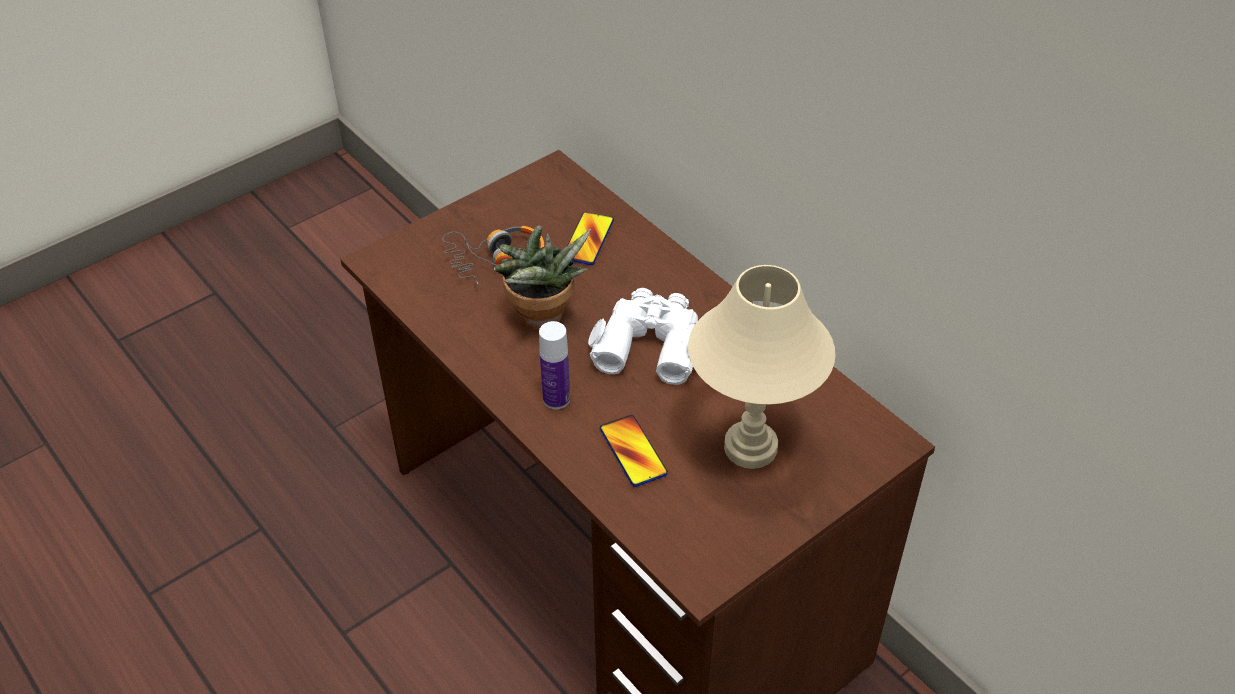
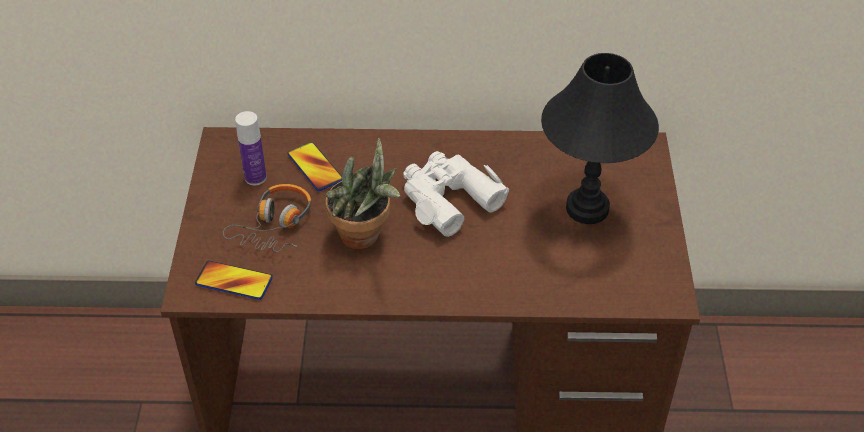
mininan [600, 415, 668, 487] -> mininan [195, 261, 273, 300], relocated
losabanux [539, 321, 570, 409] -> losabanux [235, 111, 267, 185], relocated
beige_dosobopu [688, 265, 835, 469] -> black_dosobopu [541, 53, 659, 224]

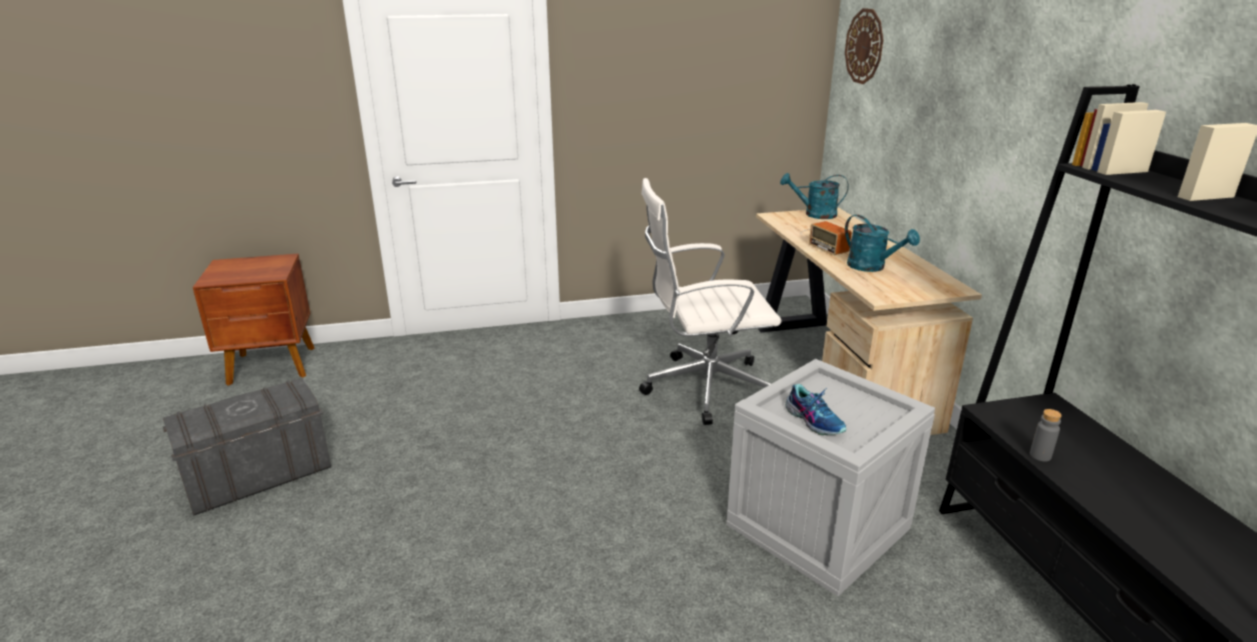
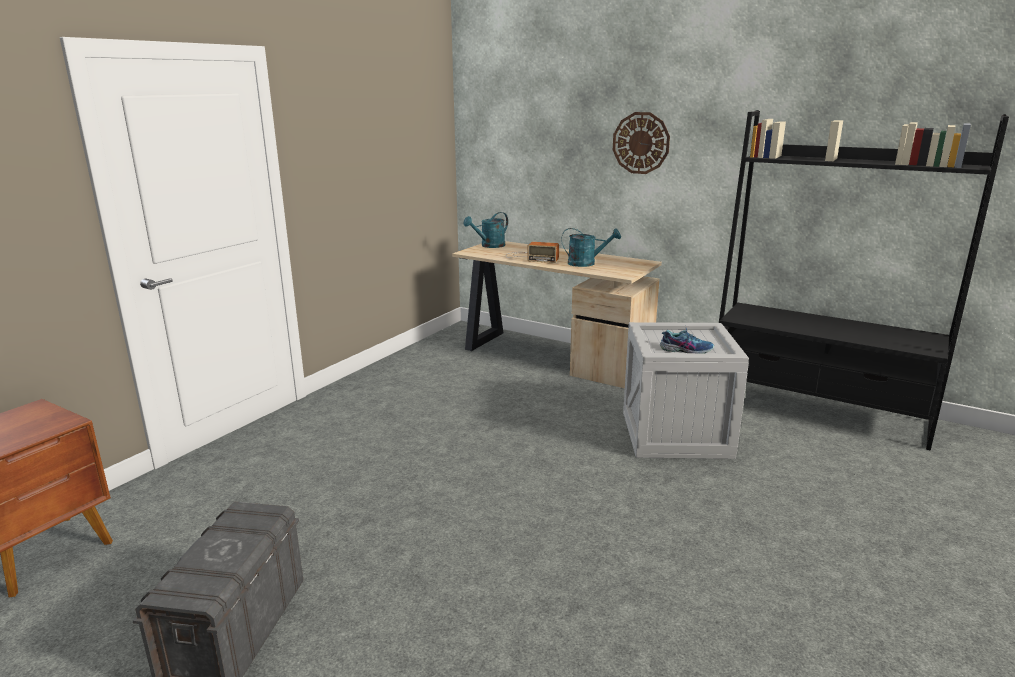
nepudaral [845, 8, 883, 84] -> nepudaral [613, 112, 670, 174], relocated
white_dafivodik [639, 178, 782, 425] -> none
grey_losabanux [1030, 409, 1062, 461] -> none

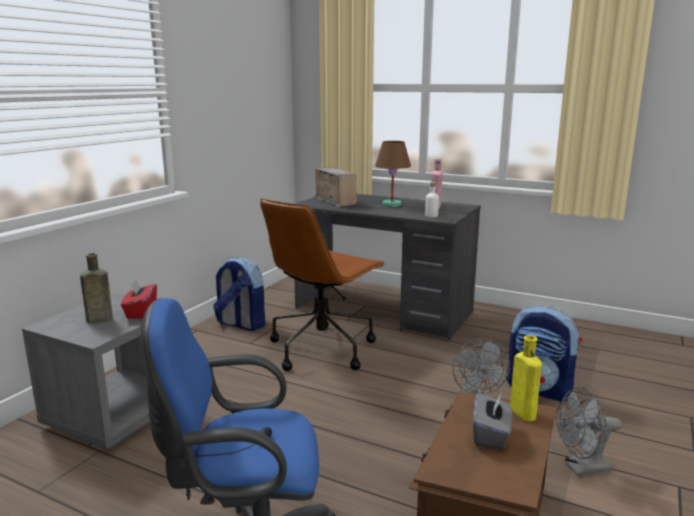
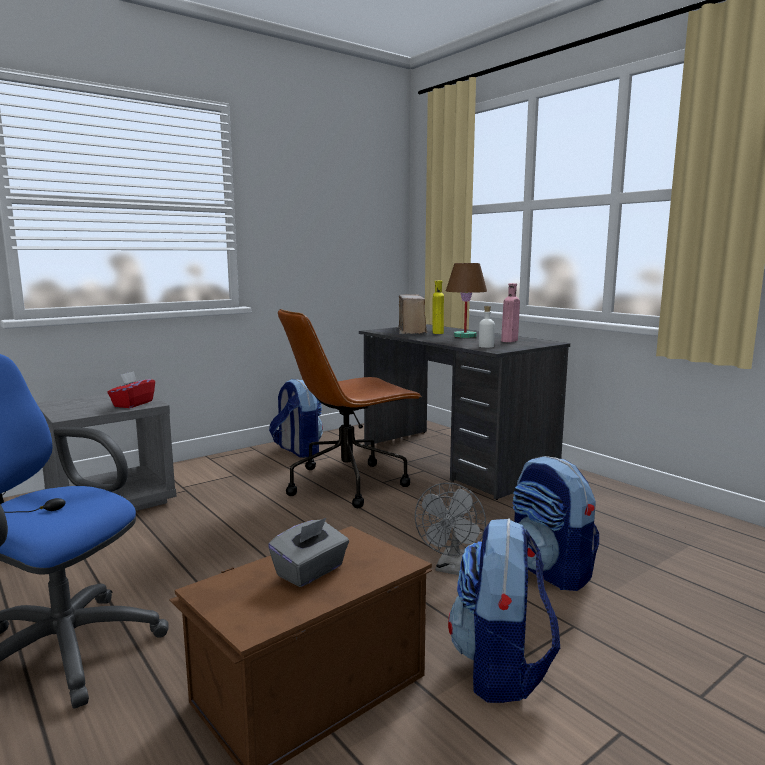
yellow_losabanux [510, 335, 542, 421] -> yellow_losabanux [432, 281, 444, 334], relocated
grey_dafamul [556, 387, 622, 476] -> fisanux [448, 518, 560, 703]
brown_losabanux [80, 253, 113, 323] -> none

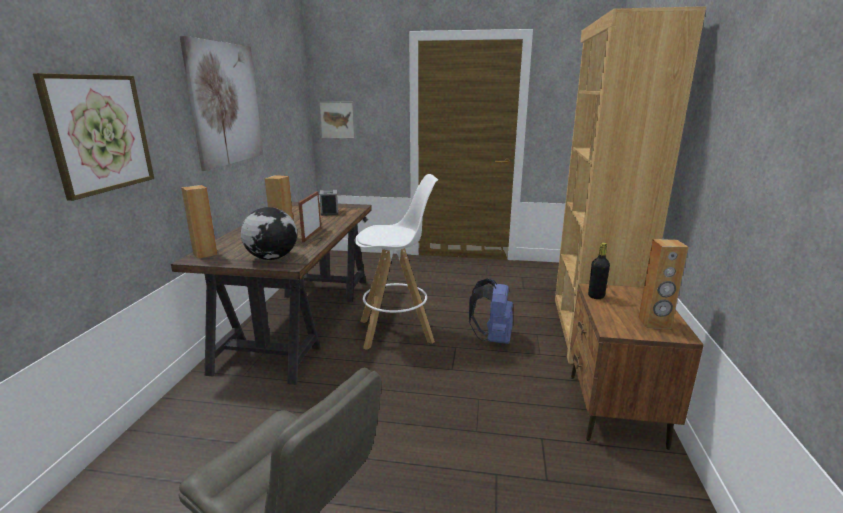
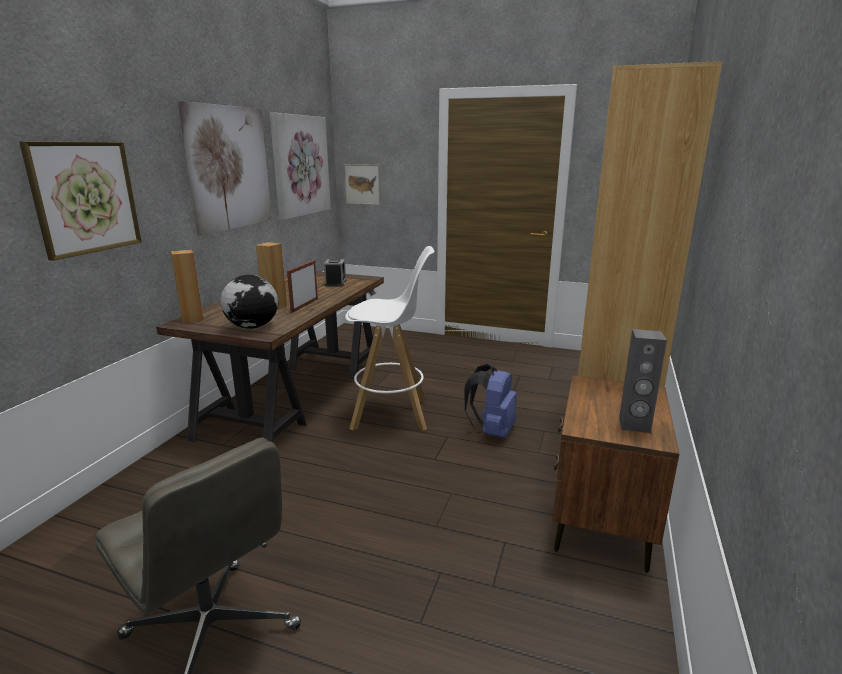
none -> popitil [270, 112, 331, 220]
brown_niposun [638, 239, 688, 329] -> grey_niposun [619, 329, 667, 433]
black_losabanux [588, 242, 610, 299] -> none

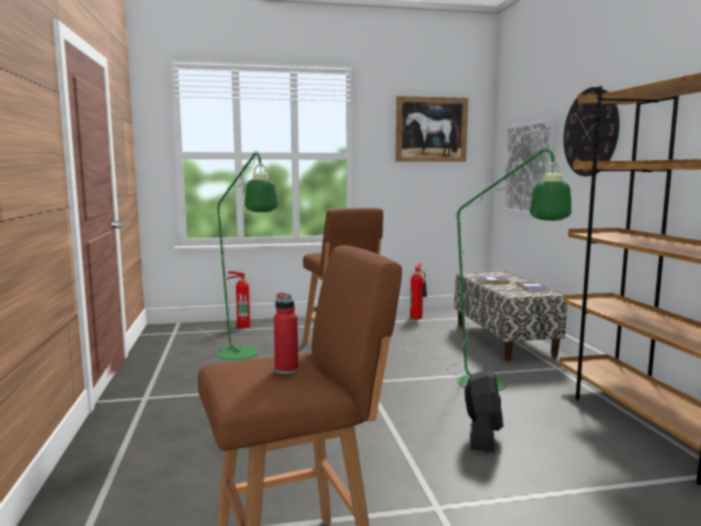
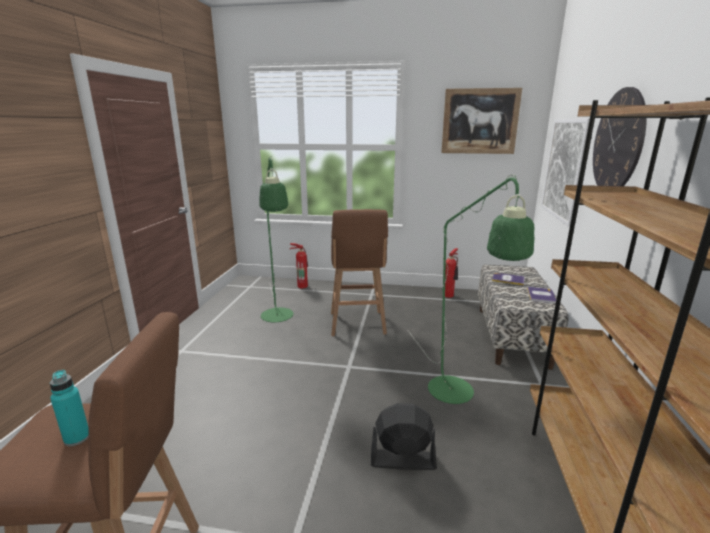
red_losabanux [274, 292, 298, 374] -> turquoise_losabanux [50, 370, 89, 446]
black_dafamul [464, 369, 503, 452] -> black_dafamul [371, 403, 437, 470], 120 degrees counterclockwise

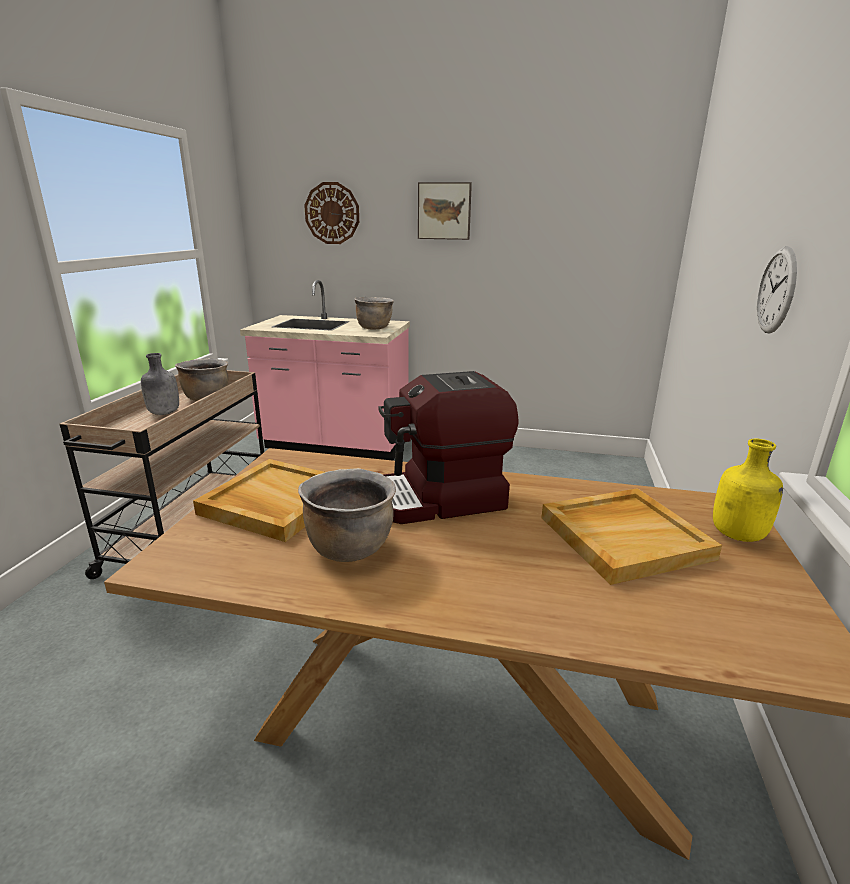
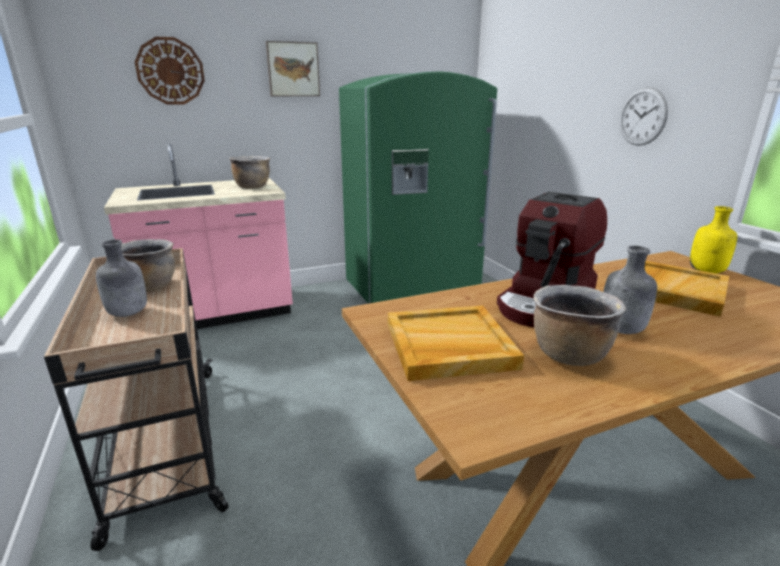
none -> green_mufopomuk [339, 71, 497, 304]
none -> grey_losabanux [603, 246, 657, 334]

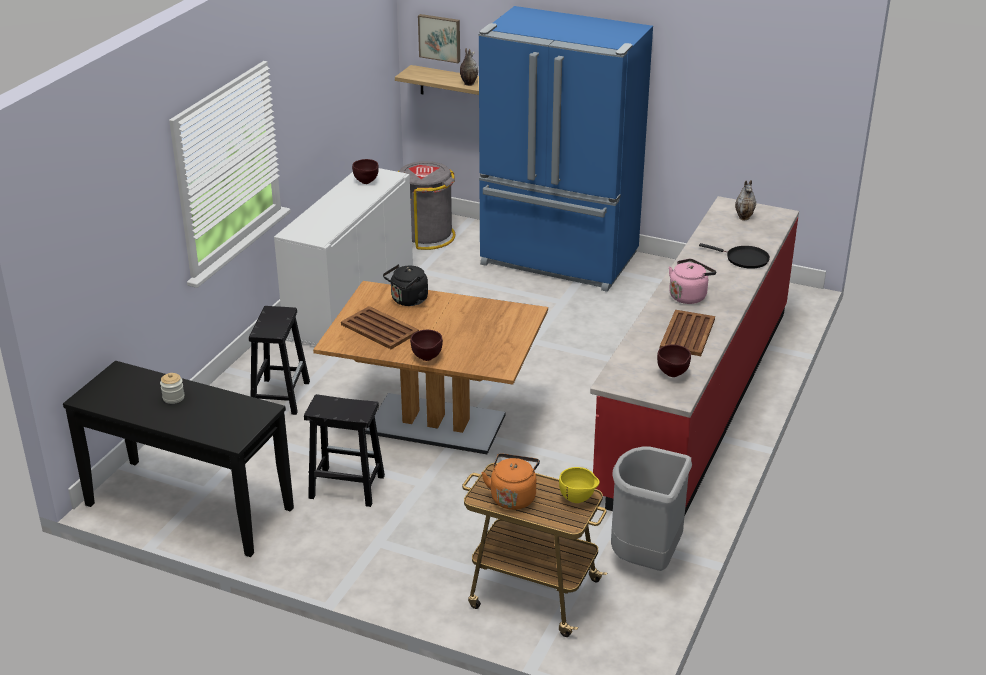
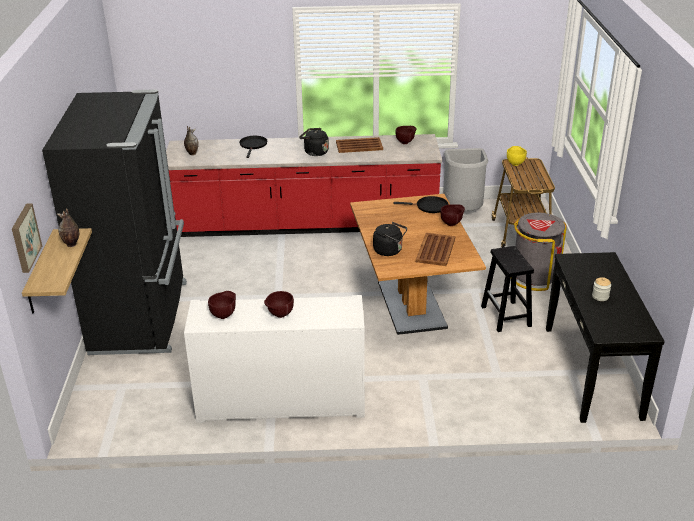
blue_mufopomuk [478, 6, 653, 292] -> black_mufopomuk [42, 89, 187, 355]
none -> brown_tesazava [264, 291, 294, 318]
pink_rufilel [669, 259, 716, 304] -> black_rufilel [299, 128, 329, 156]
none -> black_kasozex [394, 196, 448, 213]
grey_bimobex [398, 161, 455, 250] -> grey_bimobex [514, 213, 567, 291], relocated
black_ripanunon [249, 306, 310, 415] -> none
orange_rufilel [481, 453, 540, 510] -> none

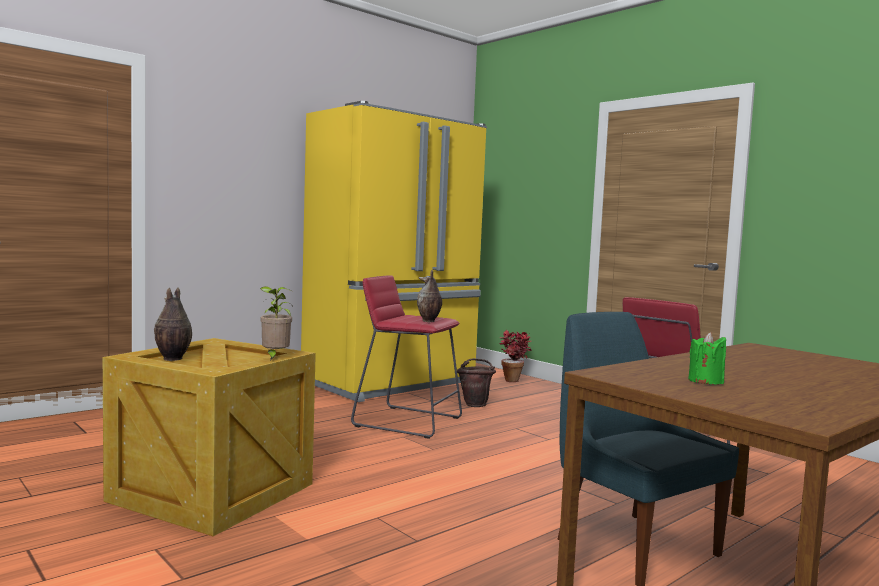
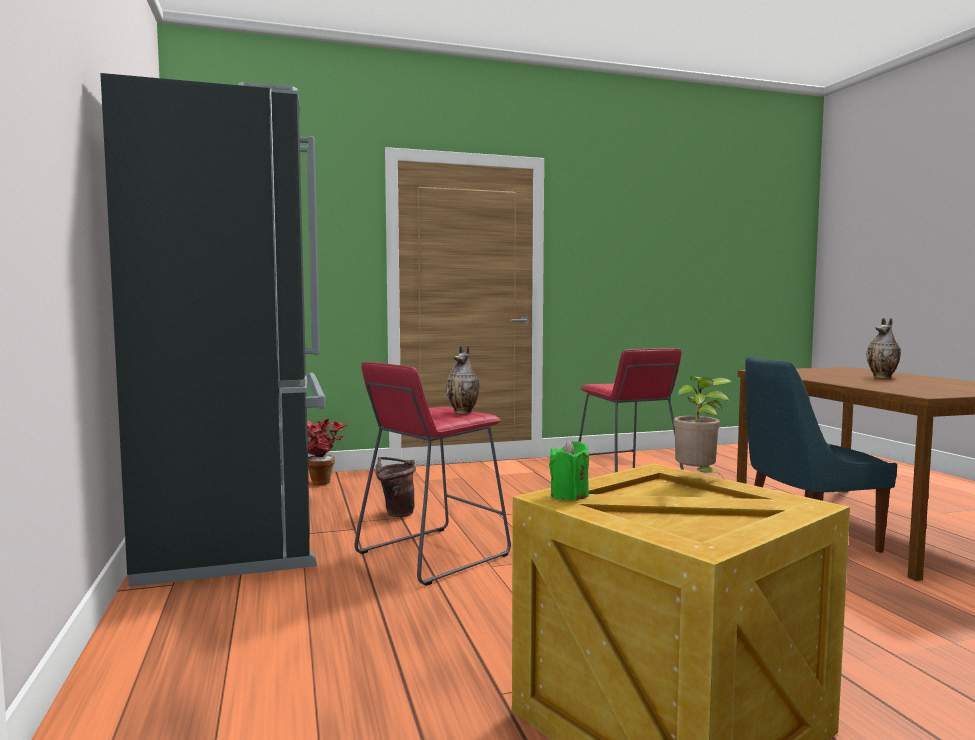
yellow_mufopomuk [301, 101, 487, 402] -> black_mufopomuk [100, 73, 326, 587]
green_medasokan [688, 332, 726, 384] -> green_medasokan [549, 439, 589, 500], relocated
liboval [154, 287, 192, 361] -> liboval [866, 318, 901, 378], relocated

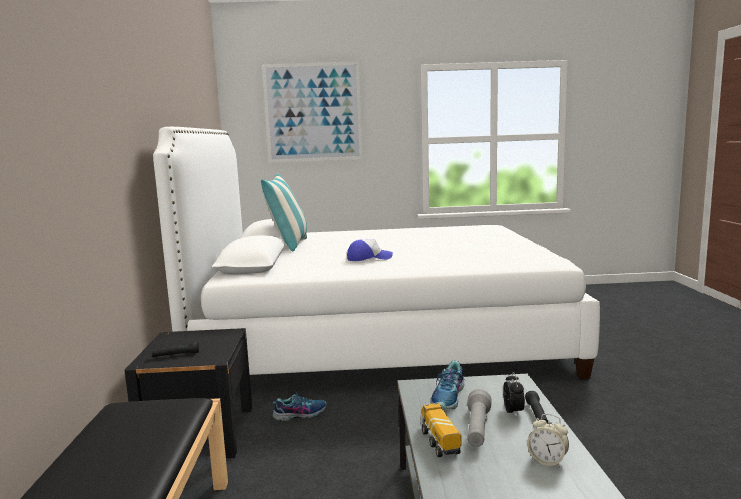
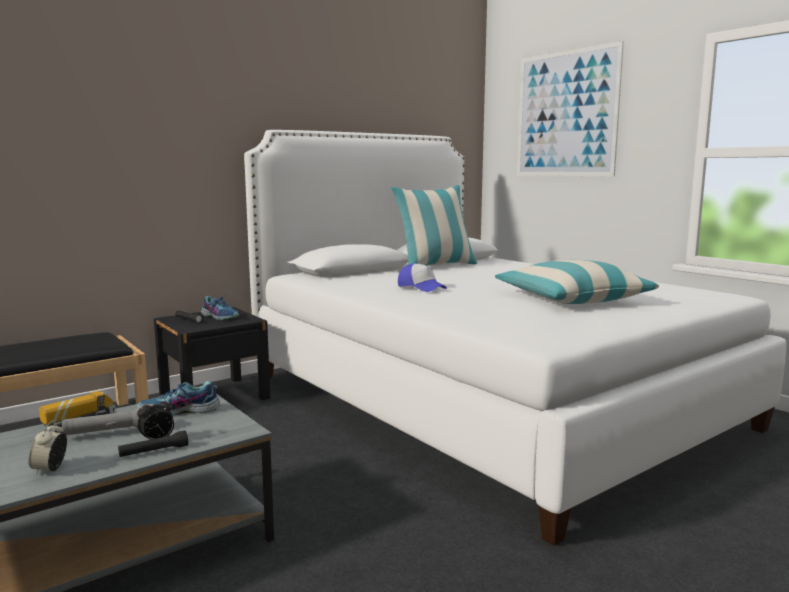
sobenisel [273, 389, 326, 421] -> sobenisel [201, 294, 239, 321], relocated
none -> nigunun [495, 260, 659, 304]

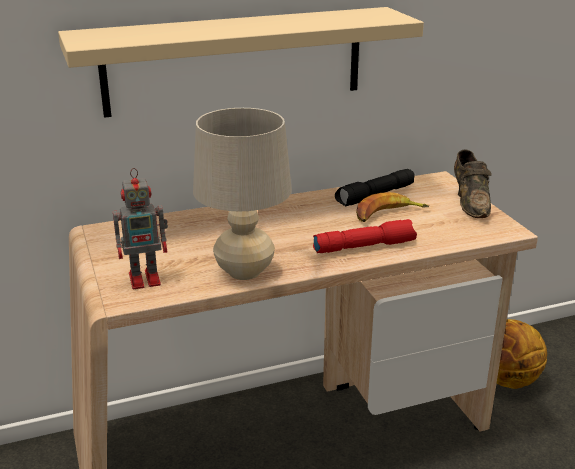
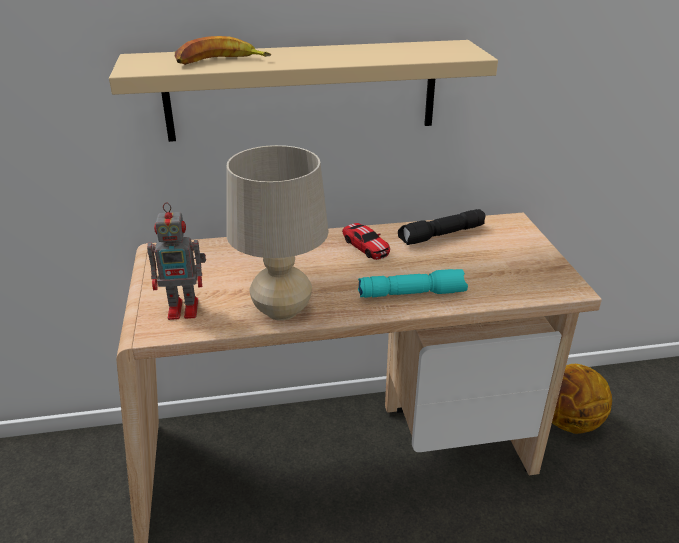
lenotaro [356, 192, 429, 222] -> lenotaro [175, 36, 271, 65], relocated
none -> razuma [342, 223, 390, 260]
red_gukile [313, 219, 417, 253] -> turquoise_gukile [358, 269, 468, 298]
brown_sobenisel [454, 150, 492, 218] -> none

